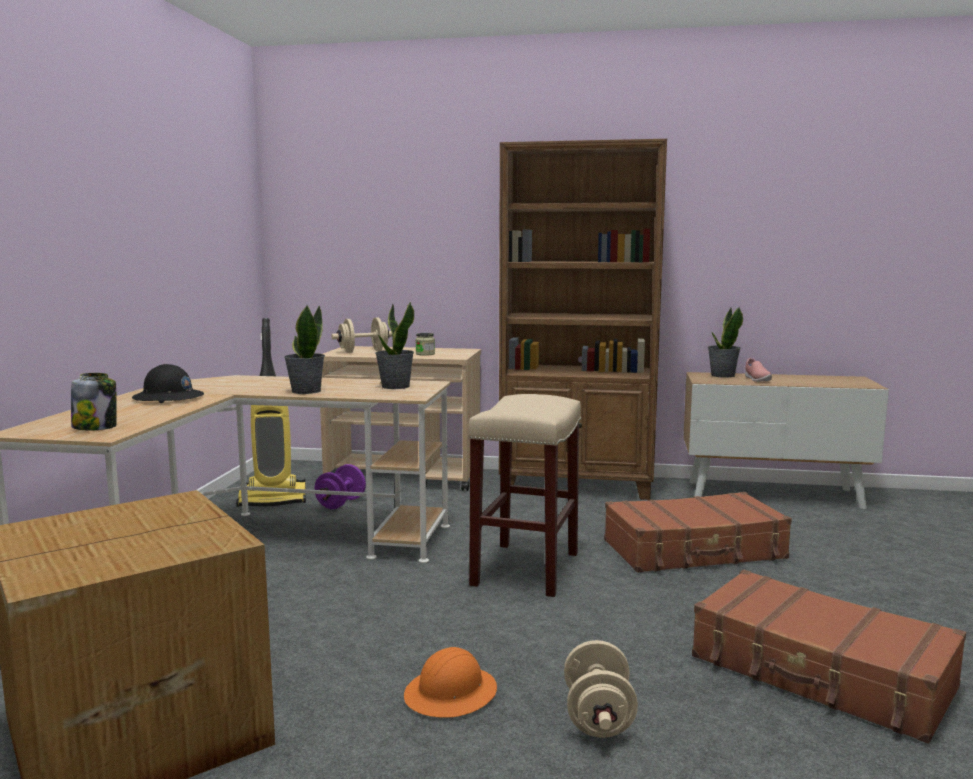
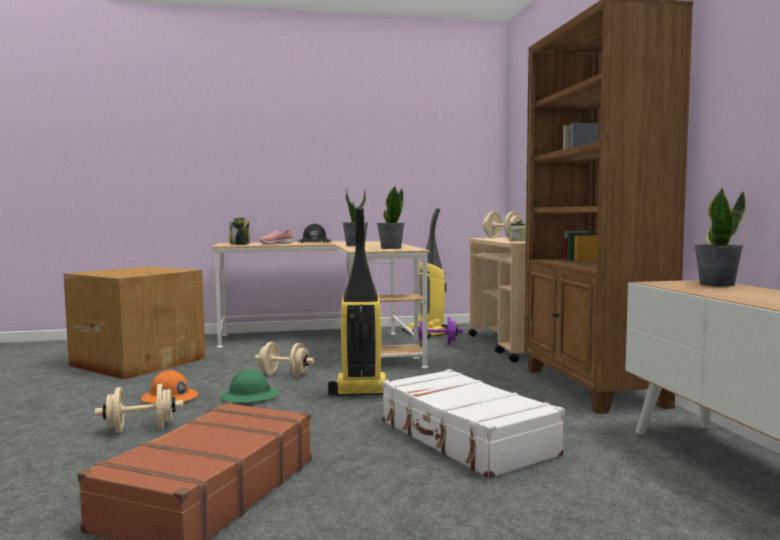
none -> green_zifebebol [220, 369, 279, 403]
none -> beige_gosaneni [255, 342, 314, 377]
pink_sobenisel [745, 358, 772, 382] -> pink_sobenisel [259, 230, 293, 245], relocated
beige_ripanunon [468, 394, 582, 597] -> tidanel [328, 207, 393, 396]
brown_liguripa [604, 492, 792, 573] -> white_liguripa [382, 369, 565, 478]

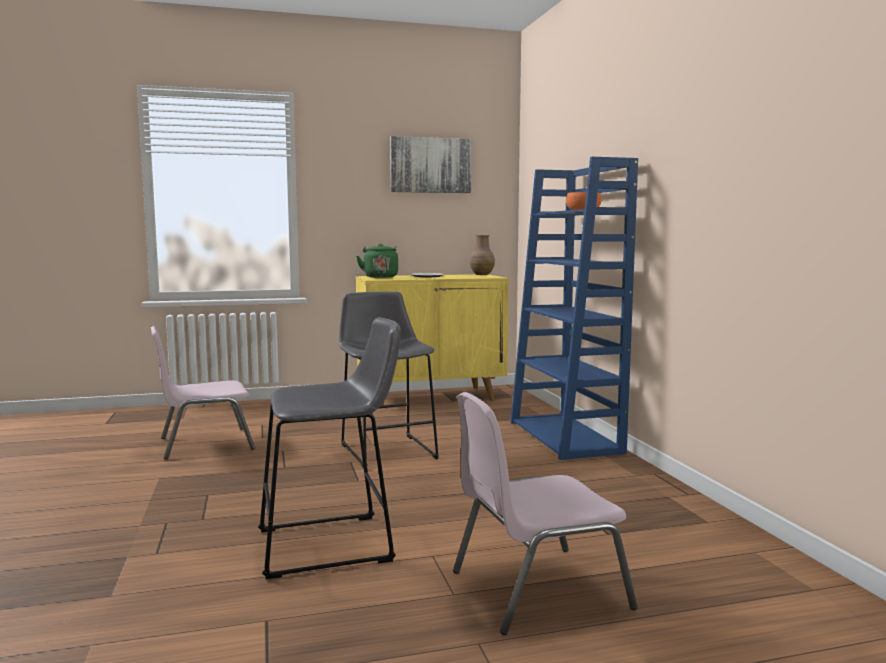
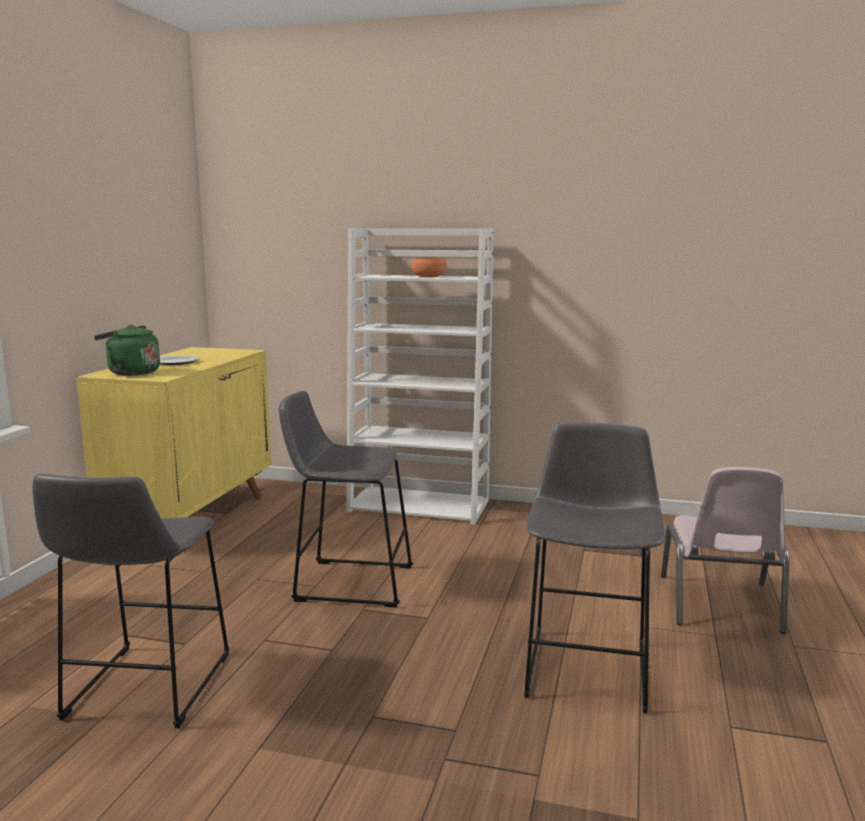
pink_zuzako [151, 326, 255, 459] -> grey_ripanunon [32, 473, 229, 728]
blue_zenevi [510, 157, 638, 460] -> white_zenevi [346, 228, 493, 525]
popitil [390, 136, 472, 193] -> none
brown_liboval [470, 235, 495, 275] -> none

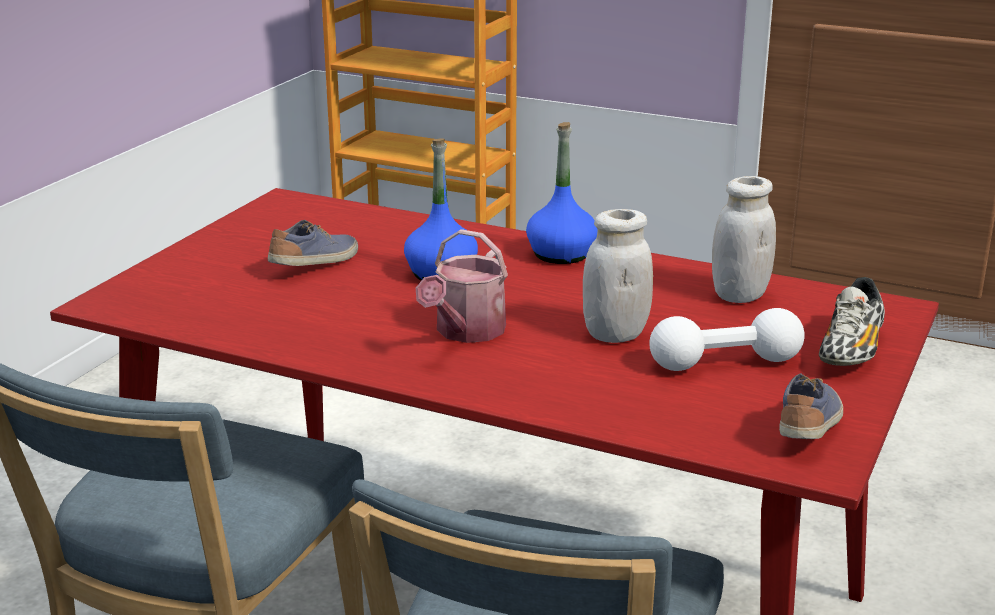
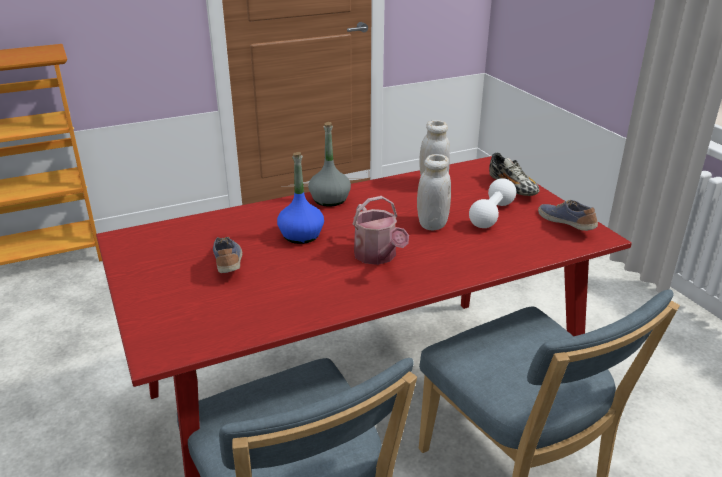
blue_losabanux [526, 122, 598, 264] -> grey_losabanux [308, 122, 351, 207]

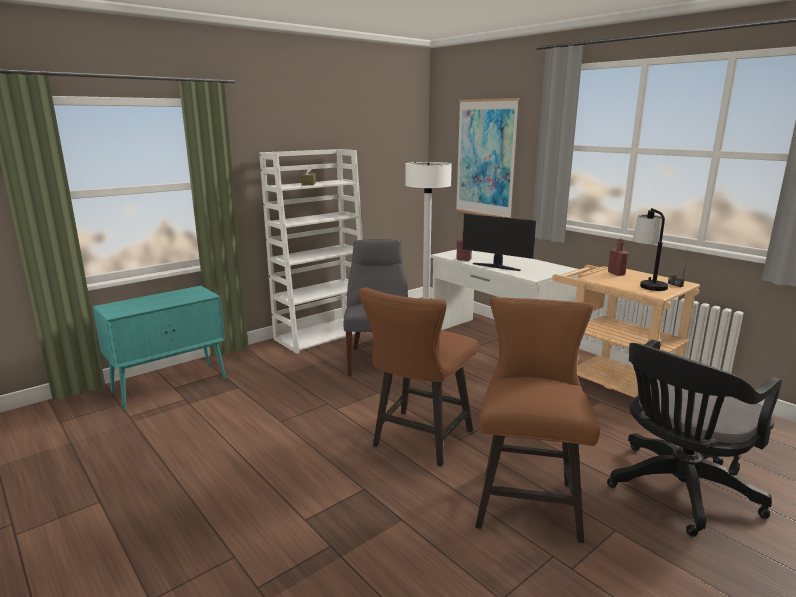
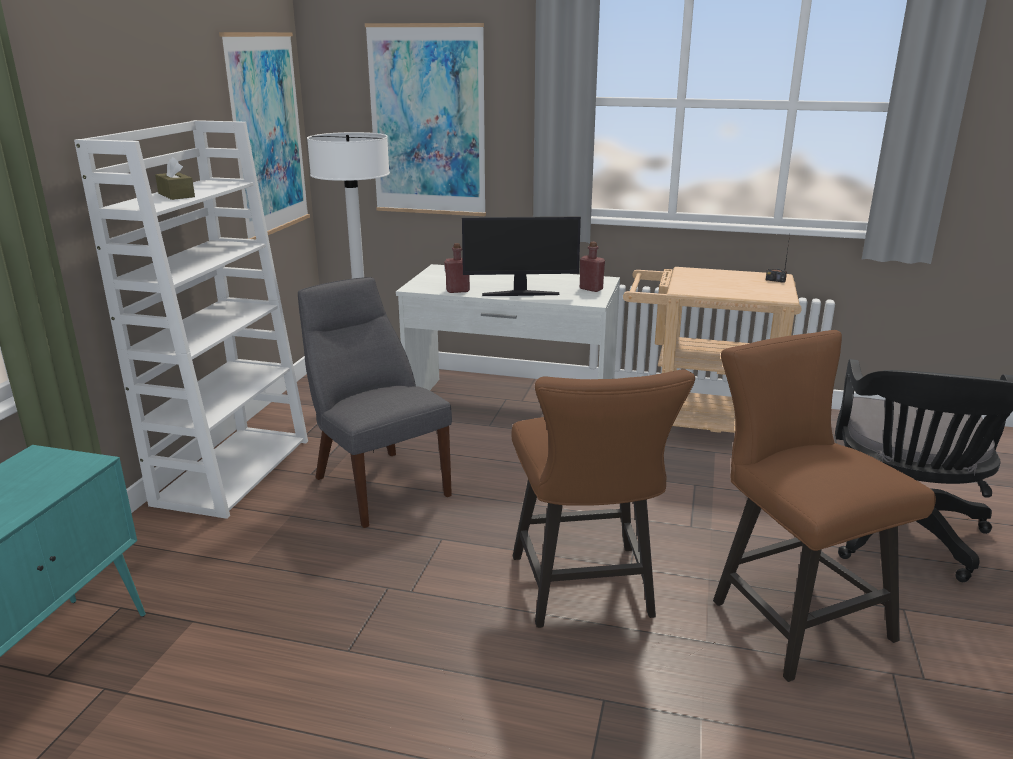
none -> popitil [219, 32, 310, 239]
red_losabanux [608, 238, 629, 276] -> red_losabanux [580, 242, 605, 292], relocated
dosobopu [633, 208, 668, 291] -> none

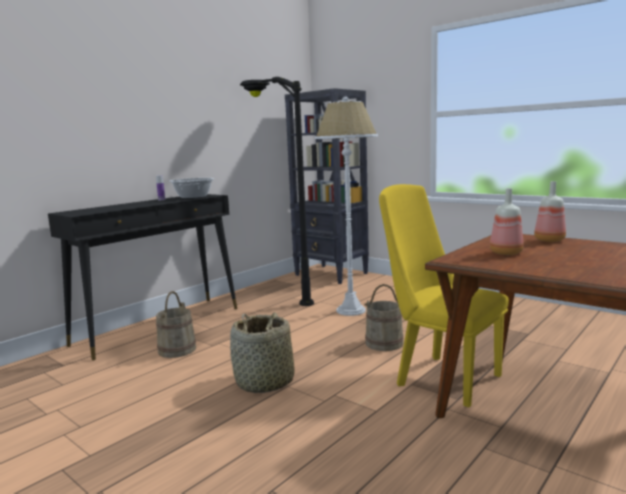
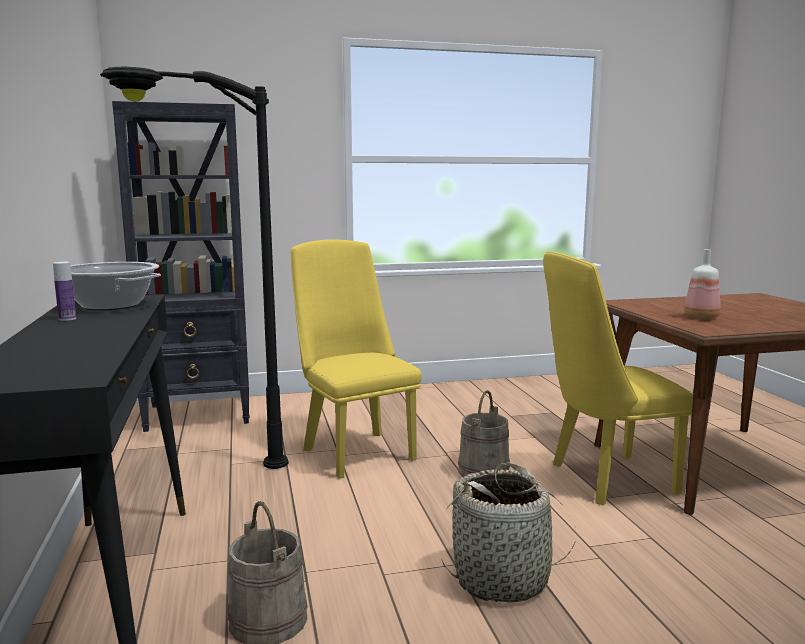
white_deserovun [315, 96, 378, 316] -> yellow_zuzako [291, 239, 422, 479]
losabanux [534, 181, 566, 242] -> none

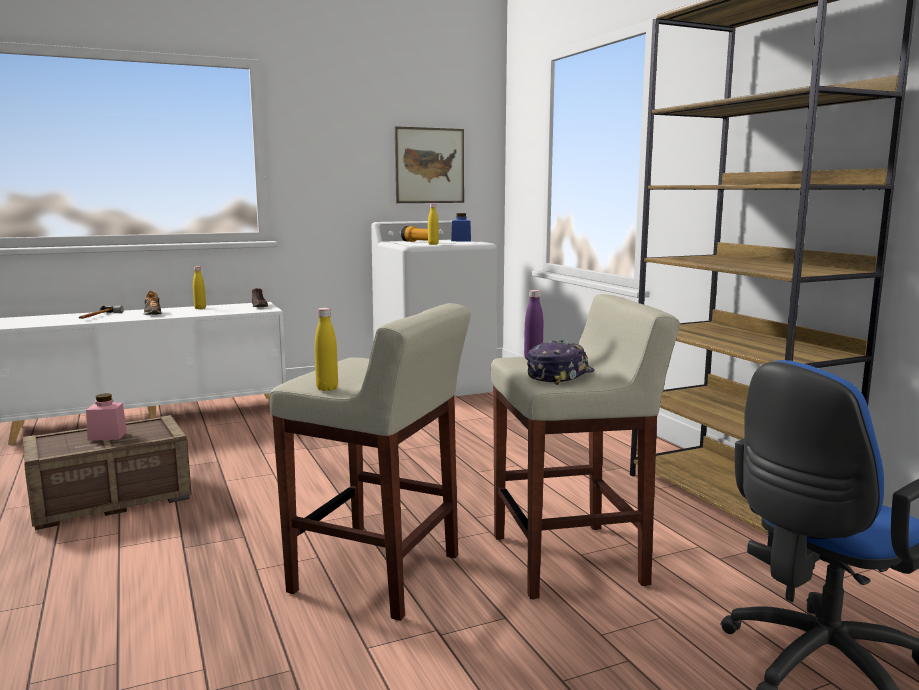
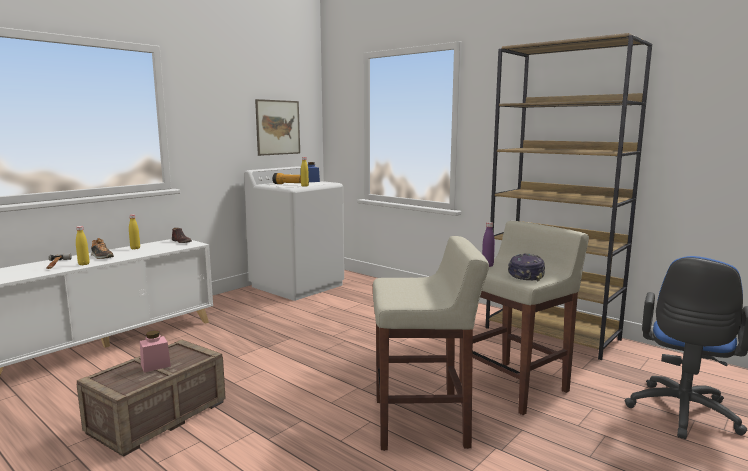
yellow_losabanux [315, 308, 338, 391] -> yellow_losabanux [76, 226, 90, 265], relocated

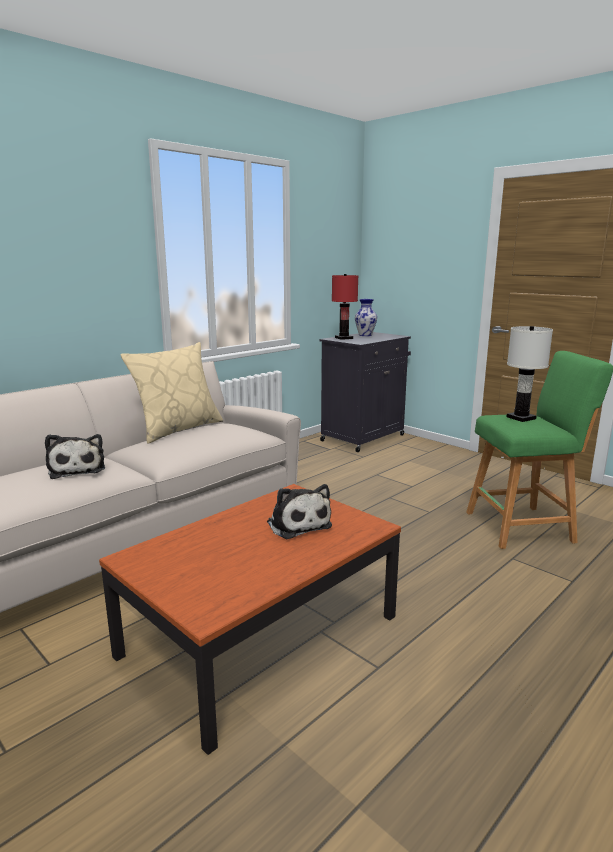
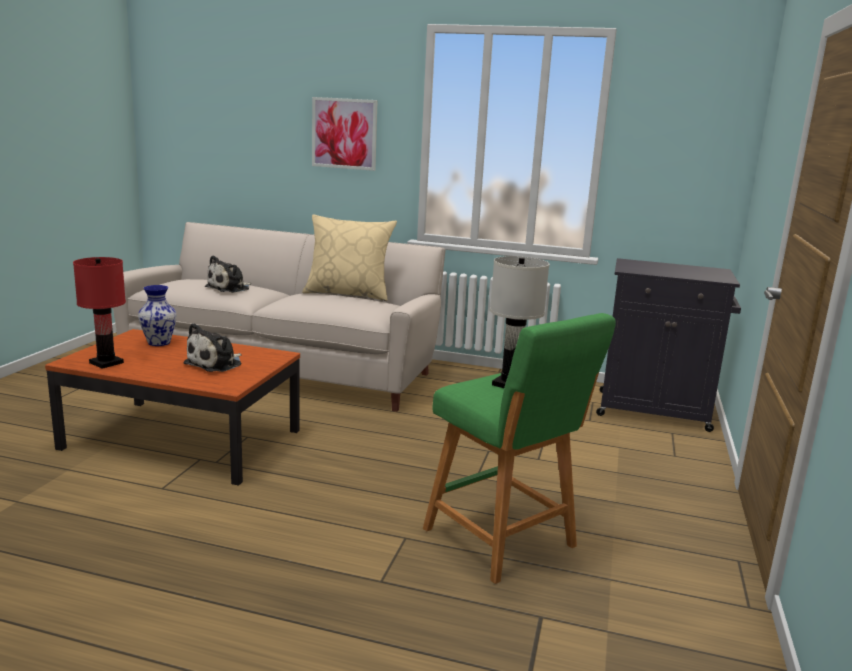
red_dosobopu [332, 274, 358, 340] -> red_dosobopu [73, 257, 126, 369], relocated
liboval [355, 299, 377, 336] -> liboval [138, 285, 177, 346], relocated
none -> popitil [312, 97, 378, 171]

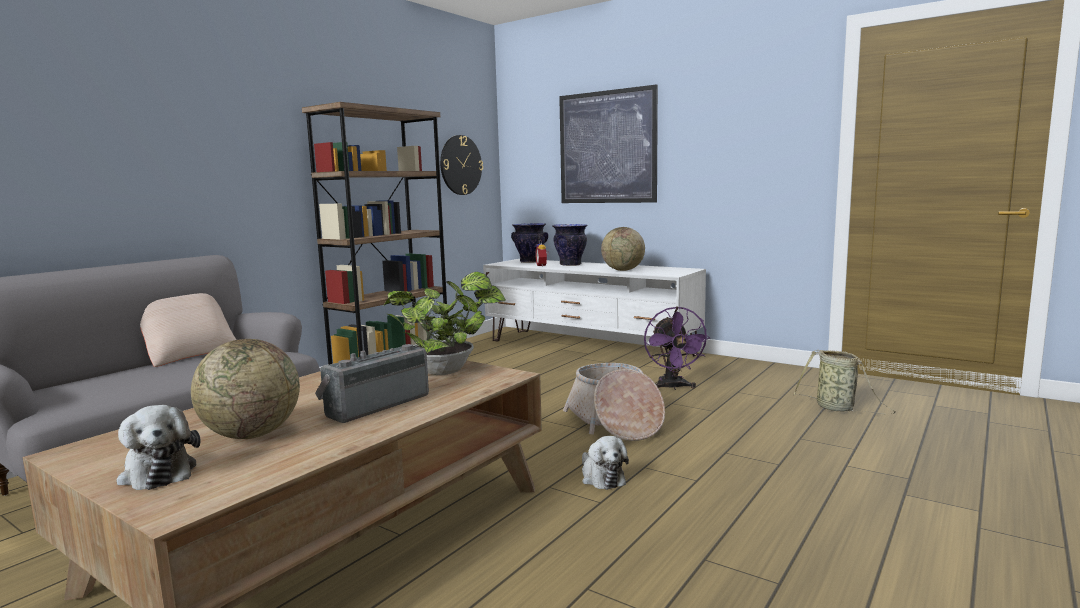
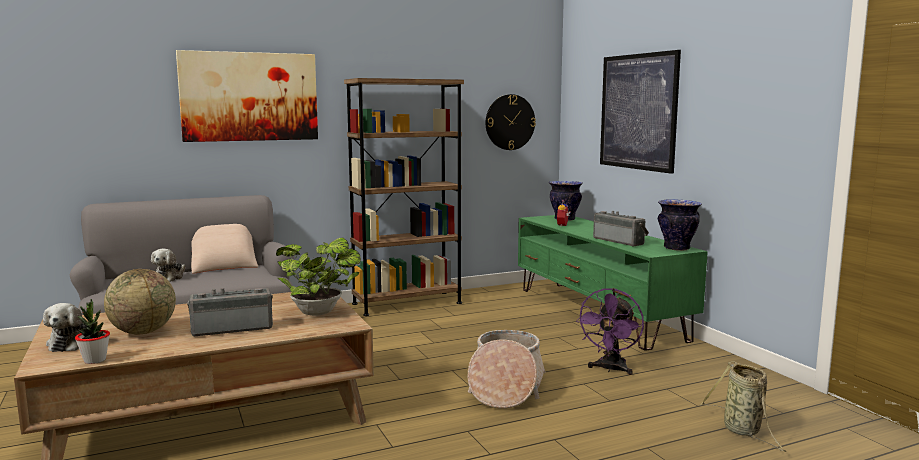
none -> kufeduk [75, 299, 110, 364]
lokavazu [582, 436, 629, 490] -> lokavazu [151, 249, 185, 282], relocated
none -> popitil [176, 50, 318, 142]
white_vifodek [483, 259, 706, 366] -> green_vifodek [518, 215, 708, 351]
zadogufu [601, 227, 645, 271] -> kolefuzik [593, 211, 649, 247]
liboval [552, 224, 588, 266] -> liboval [658, 200, 702, 251], relocated

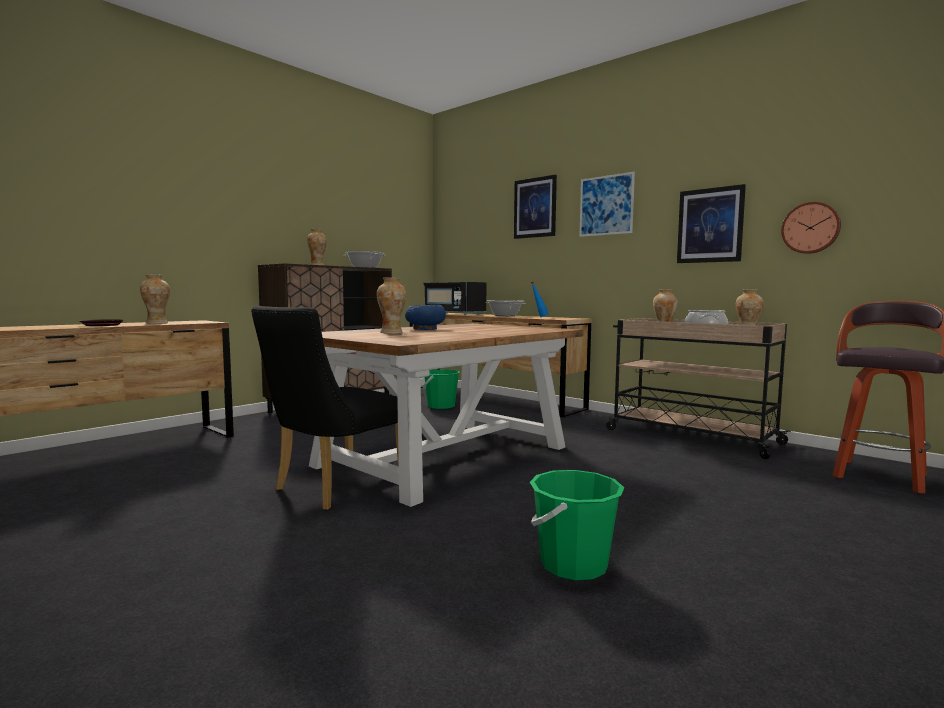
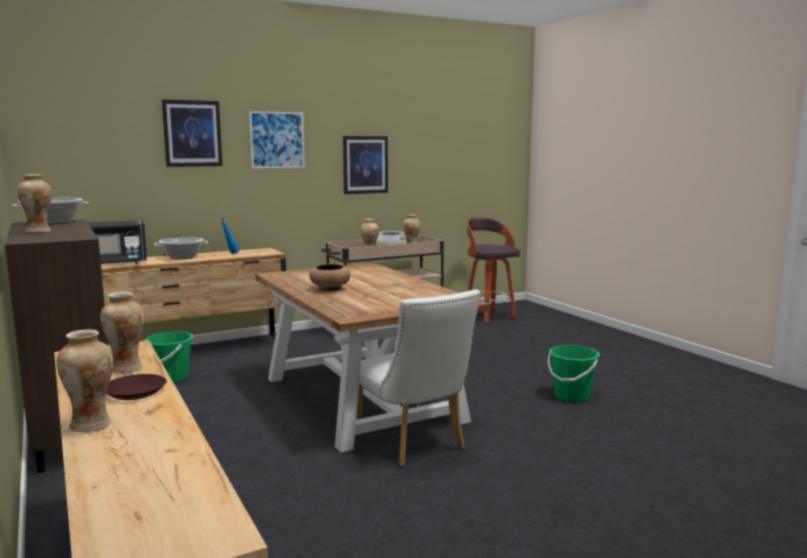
liboval [377, 278, 406, 334] -> liboval [56, 330, 113, 432], relocated
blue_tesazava [405, 304, 446, 330] -> brown_tesazava [310, 263, 350, 292]
black_zuzako [251, 306, 399, 510] -> white_zuzako [356, 289, 481, 467]
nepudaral [781, 202, 841, 254] -> none

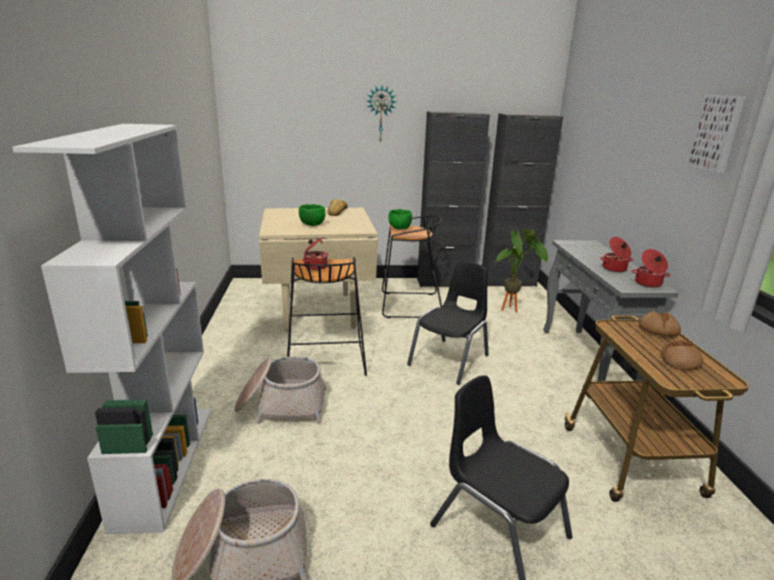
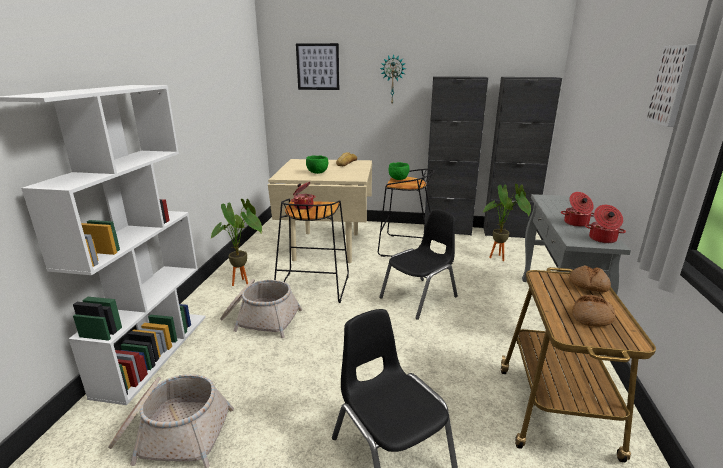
none -> kufeduk [210, 199, 263, 286]
none -> popitil [296, 43, 339, 90]

